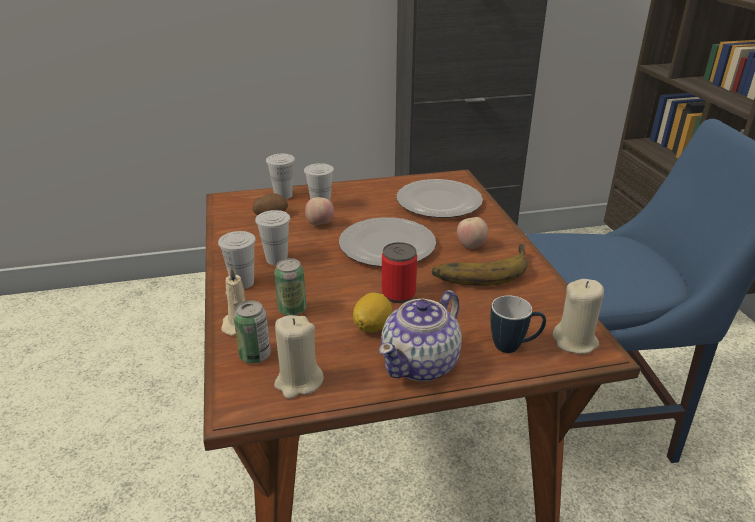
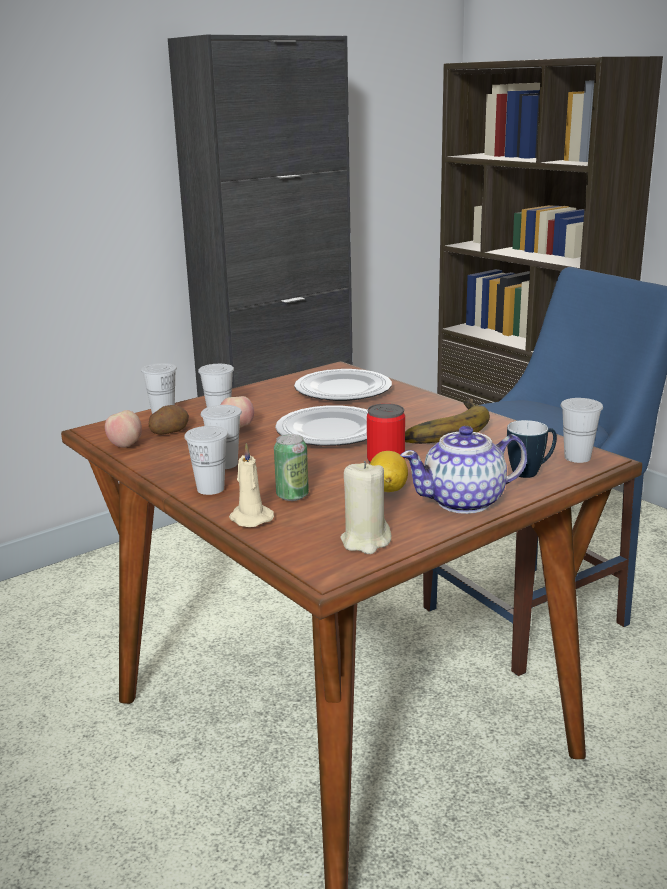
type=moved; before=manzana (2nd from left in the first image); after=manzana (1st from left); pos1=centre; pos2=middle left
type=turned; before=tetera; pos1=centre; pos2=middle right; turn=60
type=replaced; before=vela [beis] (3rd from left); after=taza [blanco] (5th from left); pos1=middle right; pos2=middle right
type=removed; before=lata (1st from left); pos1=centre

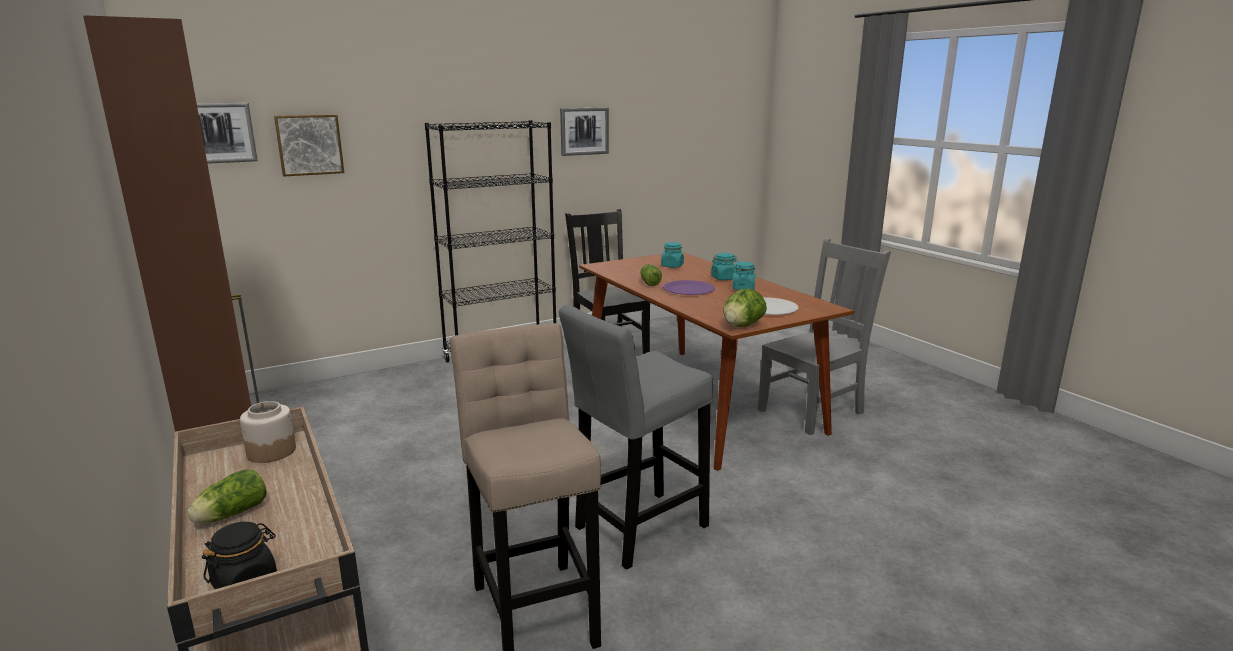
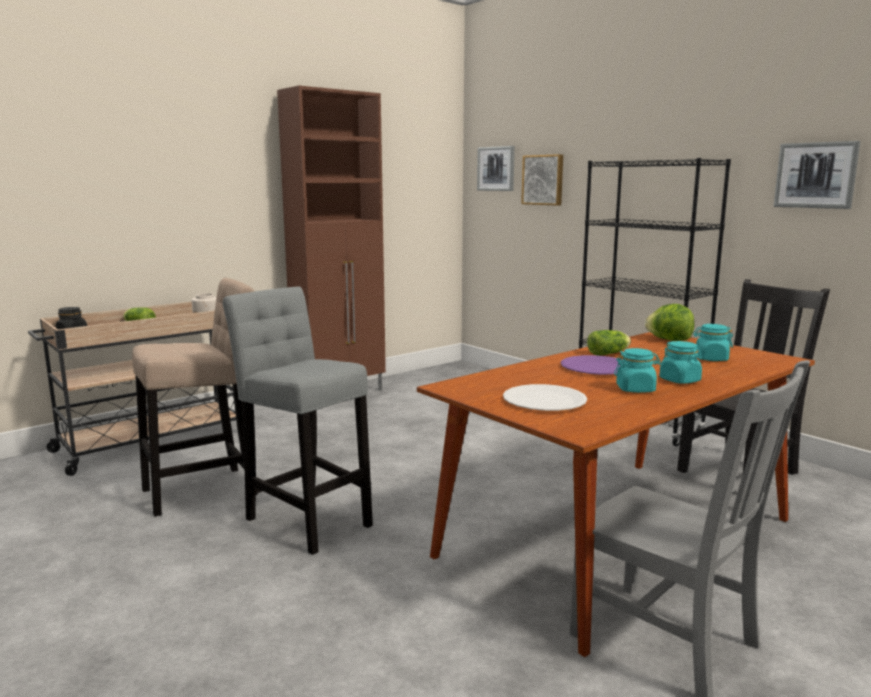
type=moved; before=lechuga (3rd from left); pos1=centre; pos2=middle right

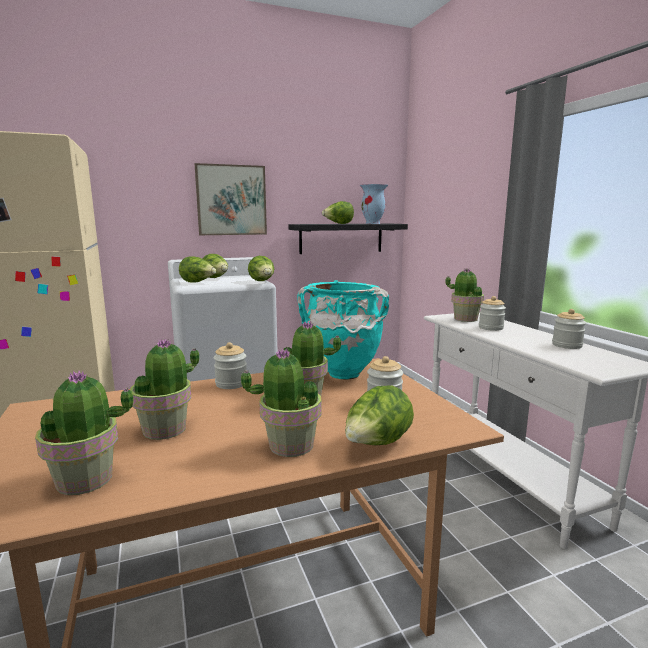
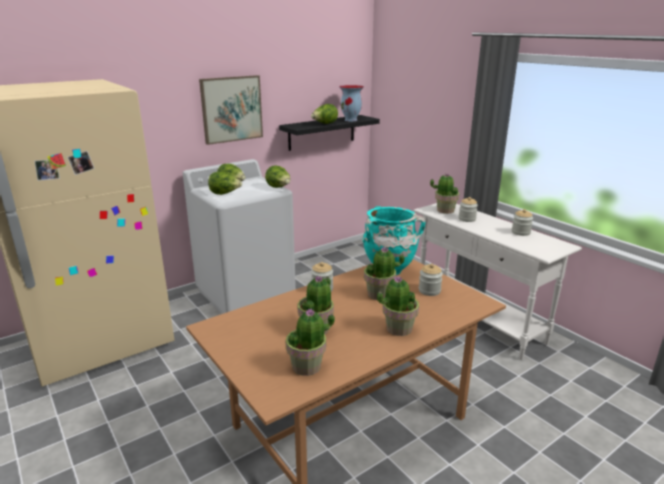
type=removed; before=lechuga (5th from left); pos1=centre

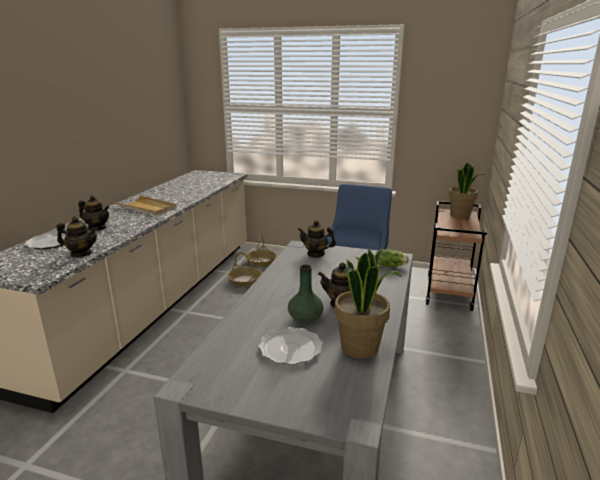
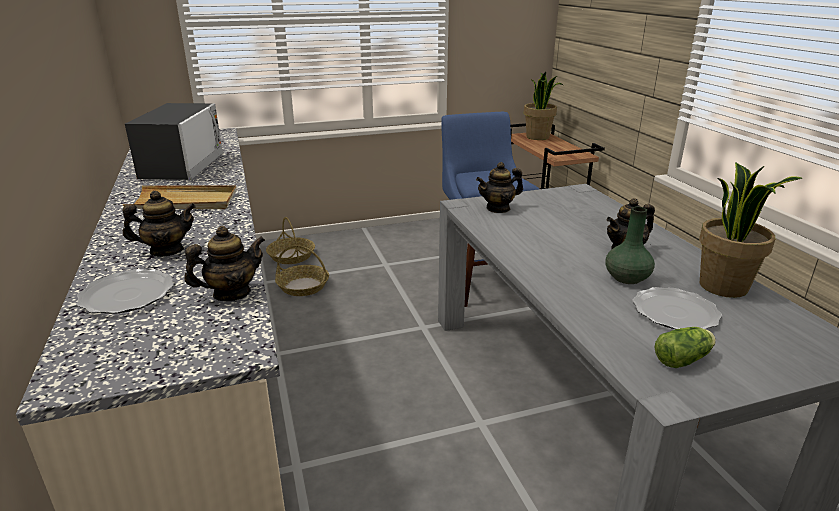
type=added; after=microondas; pos2=top left
type=moved; before=lechuga; pos1=centre; pos2=bottom right

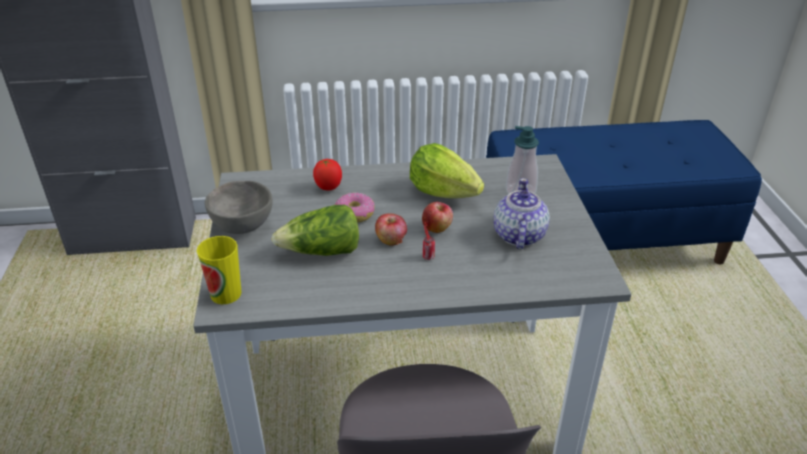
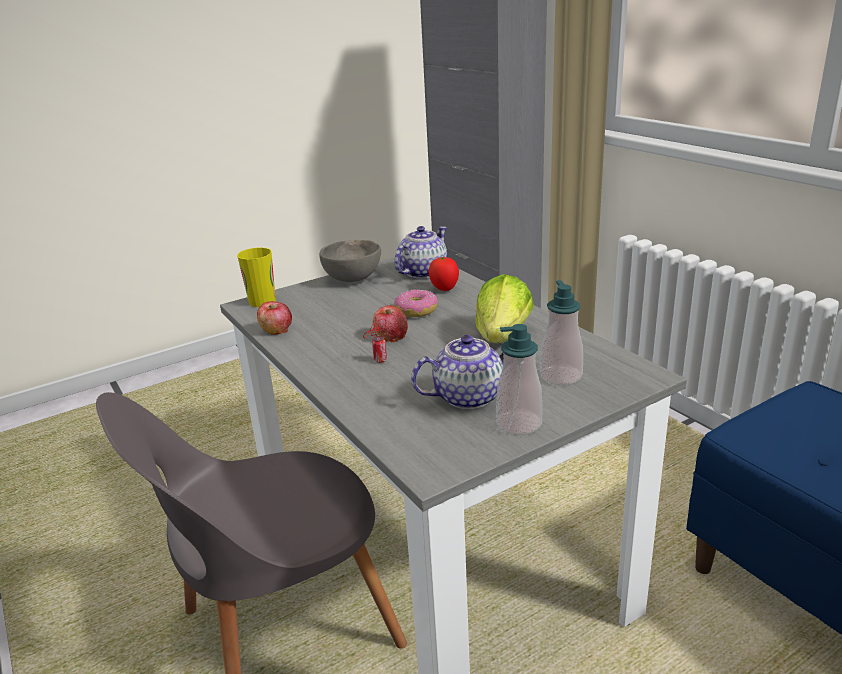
type=moved; before=manzana (2nd from left in the first image); after=manzana (1st from left); pos1=centre; pos2=middle left
type=added; after=tetera (1st from left); pos2=centre
type=added; after=dispensador de jabón (1st from left); pos2=centre
type=removed; before=lechuga (1st from left); pos1=centre

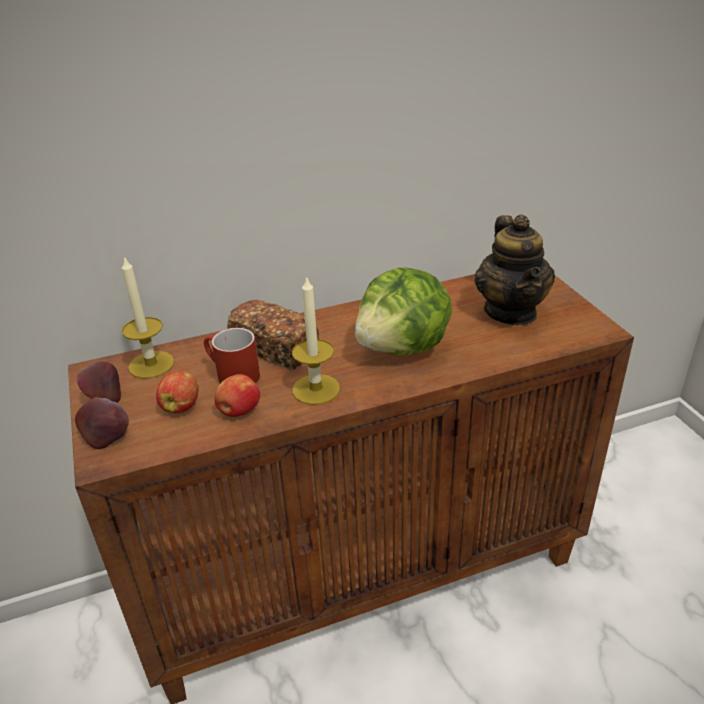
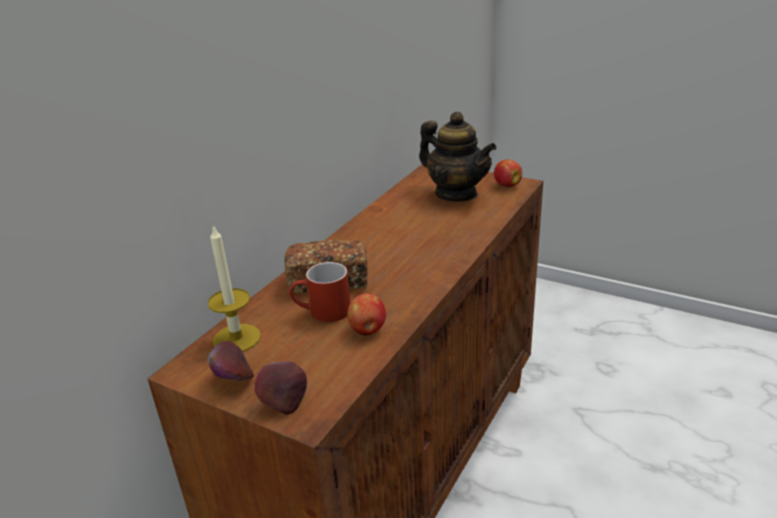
type=moved; before=manzana (3rd from left in the first image); after=manzana (4th from left); pos1=middle left; pos2=centre
type=removed; before=vela (2nd from left); pos1=centre
type=removed; before=lechuga; pos1=centre

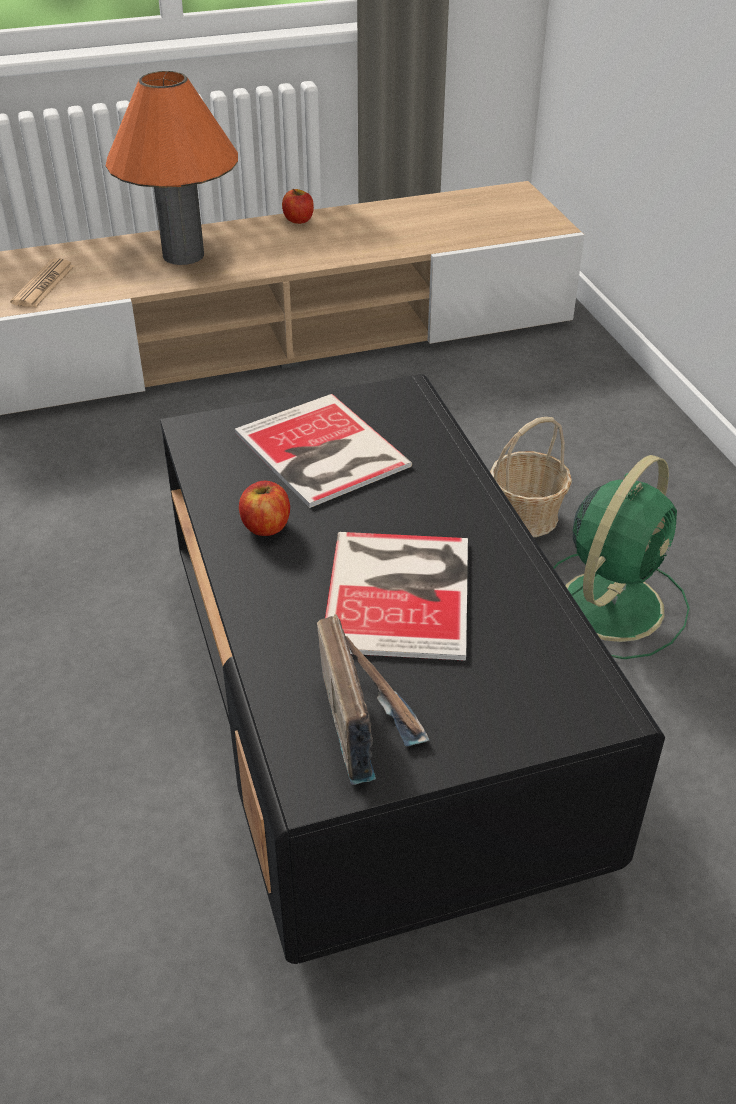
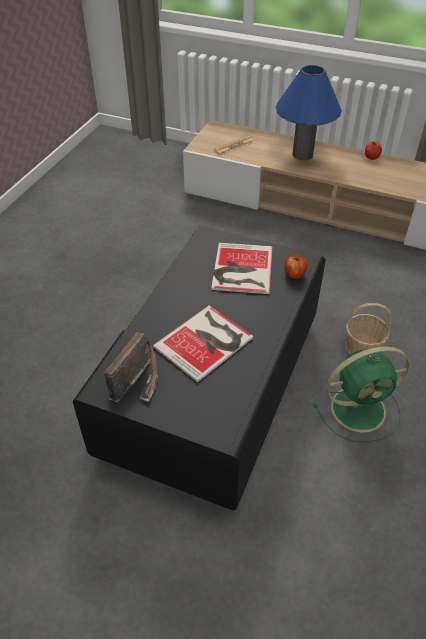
type=recoloured; before=lámpara de mesa [naranja]; after=lámpara de mesa [azul]; pos1=top left; pos2=top right
type=moved; before=manzana (1st from left); pos1=centre; pos2=middle right

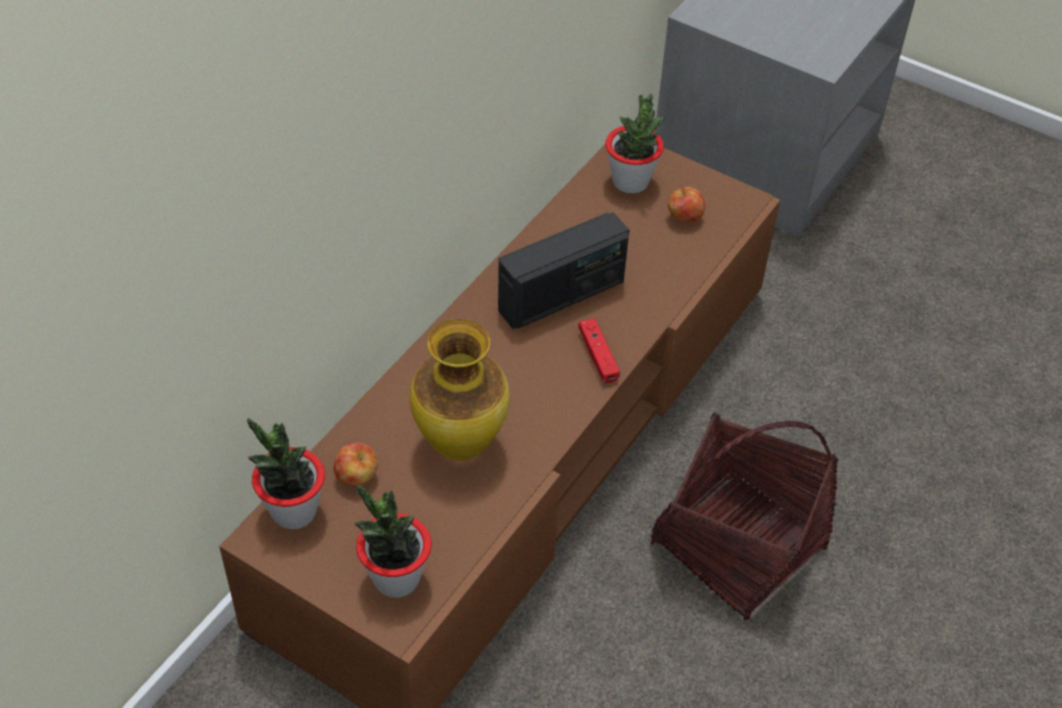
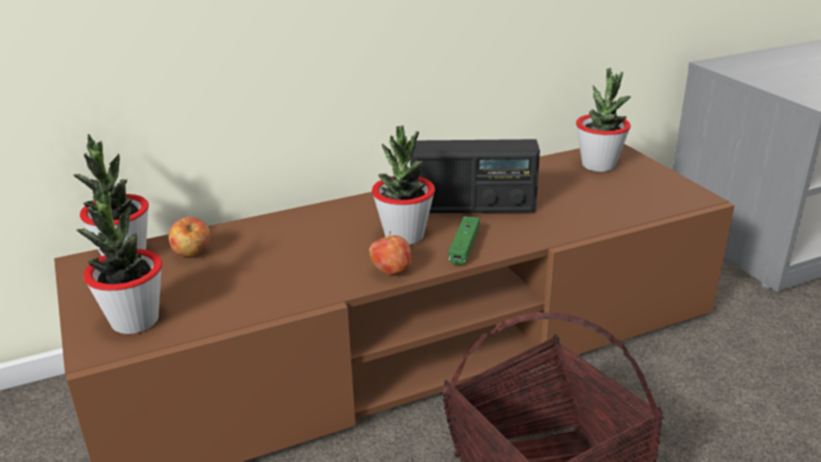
type=moved; before=manzana (2nd from left); pos1=top centre; pos2=centre
type=added; after=planta en maceta (3rd from left); pos2=centre
type=recoloured; before=mando de consola [rojo]; after=mando de consola [verde]; pos1=centre; pos2=centre
type=removed; before=florero; pos1=centre

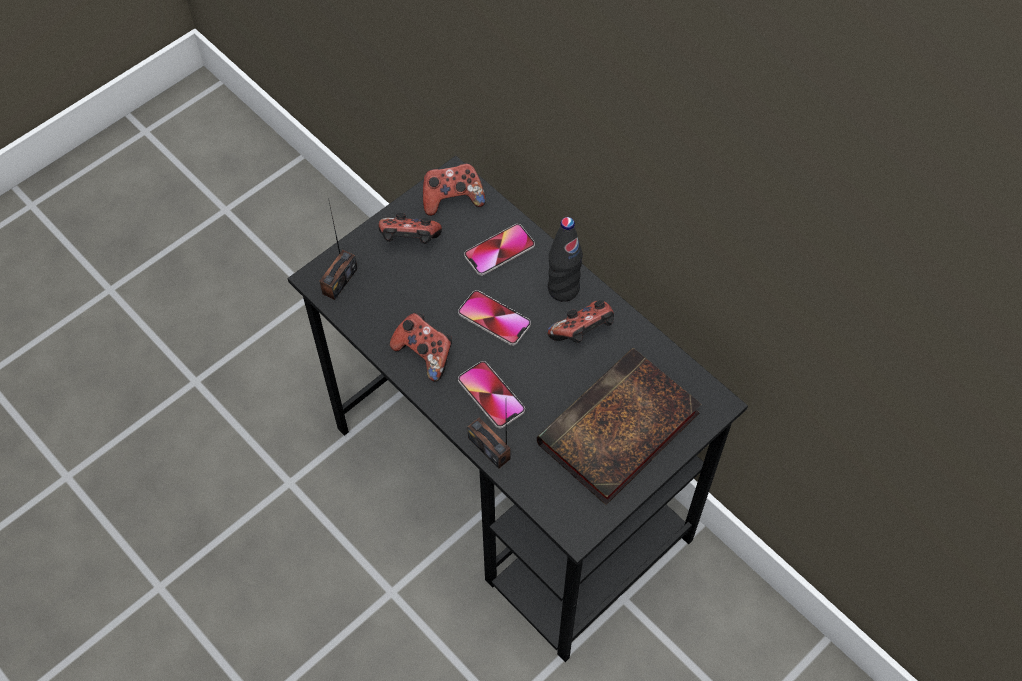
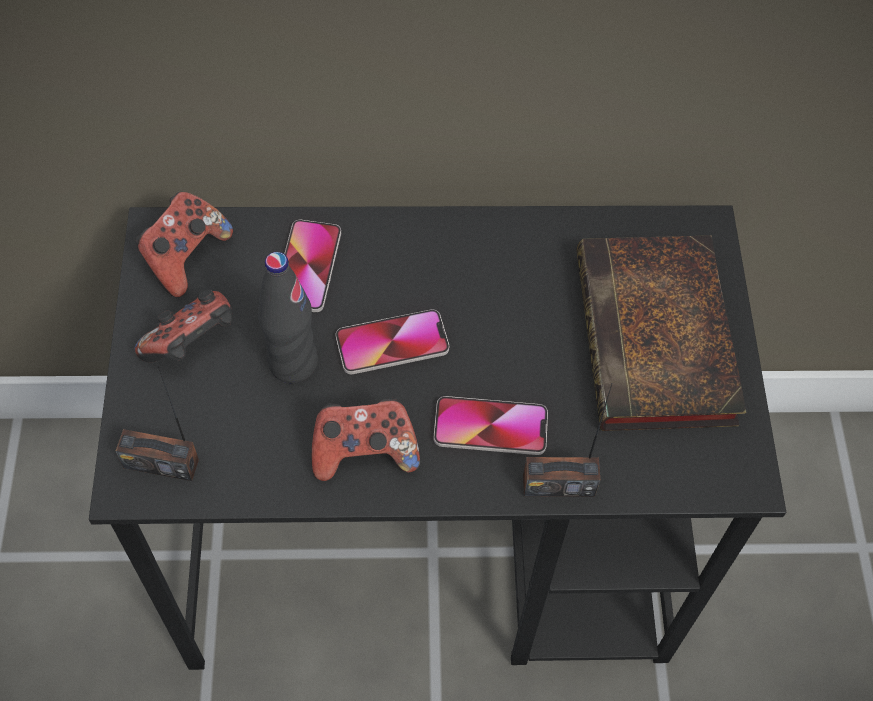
type=turned; before=radio (1st from left); pos1=middle left; pos2=middle left; turn=120
type=moved; before=botella [negro]; pos1=centre; pos2=middle left
type=removed; before=mando de consola (4th from left); pos1=centre

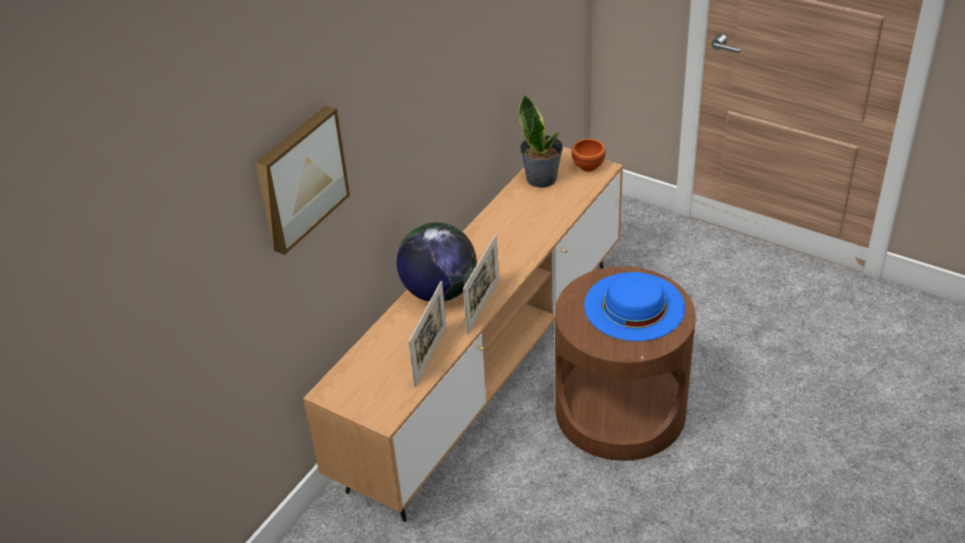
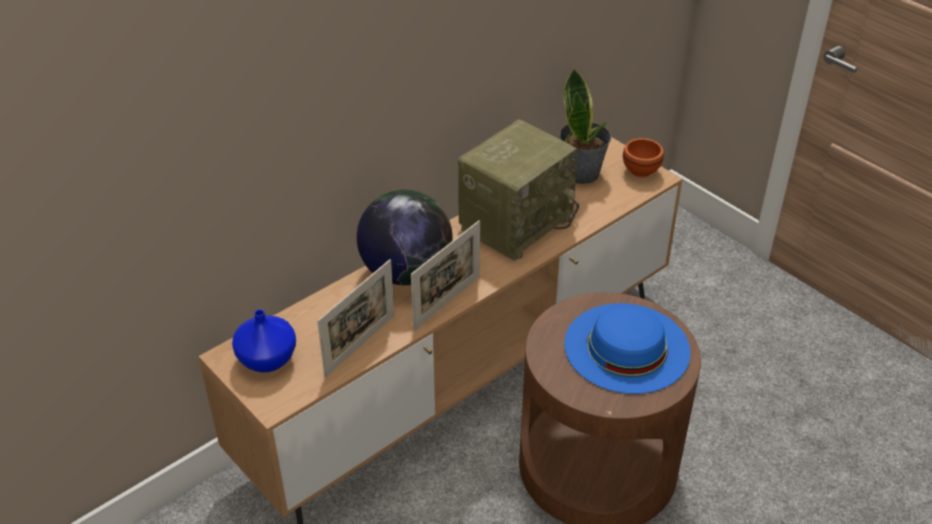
type=added; after=florero [azul]; pos2=middle left
type=added; after=radio; pos2=centre
type=removed; before=cuadro; pos1=top left

